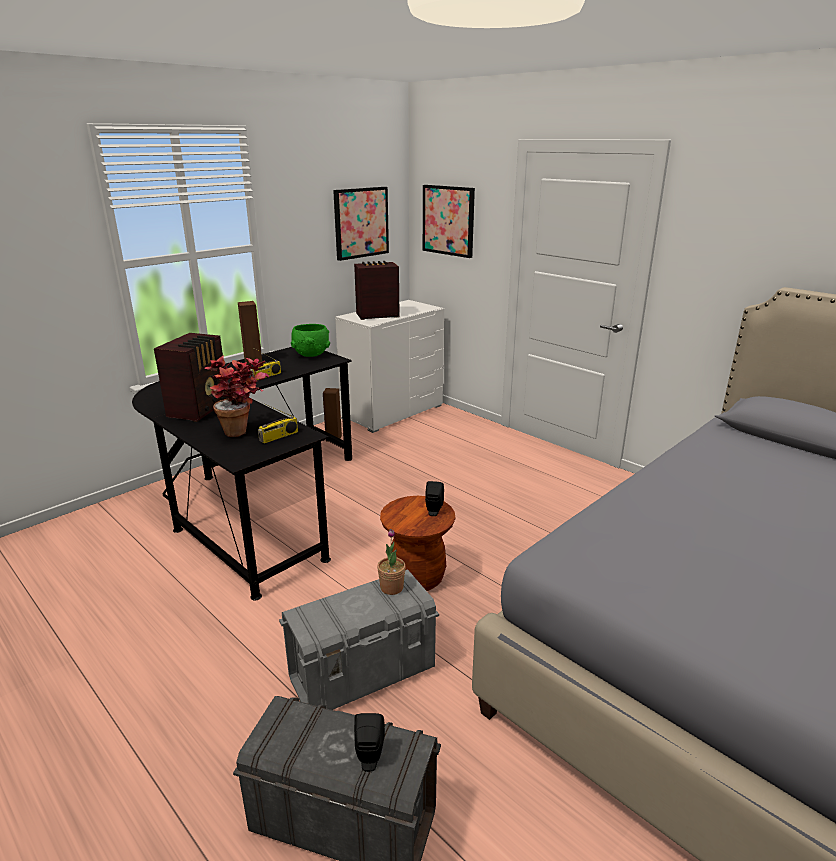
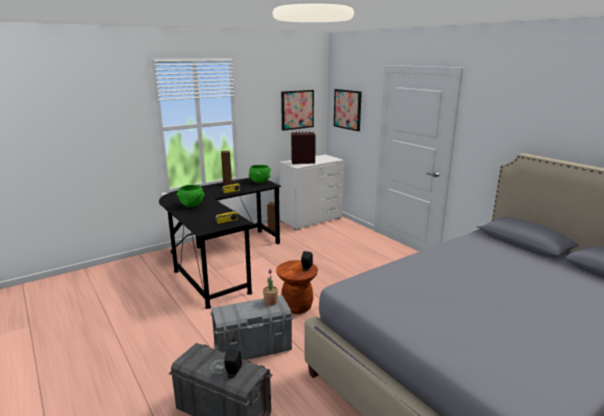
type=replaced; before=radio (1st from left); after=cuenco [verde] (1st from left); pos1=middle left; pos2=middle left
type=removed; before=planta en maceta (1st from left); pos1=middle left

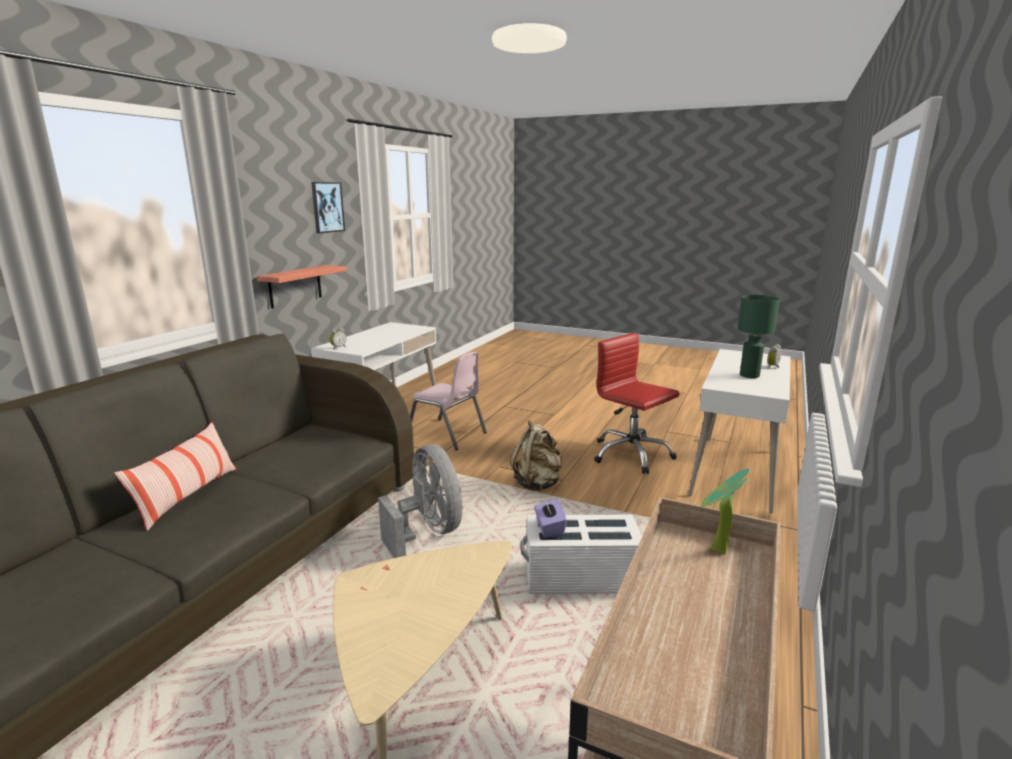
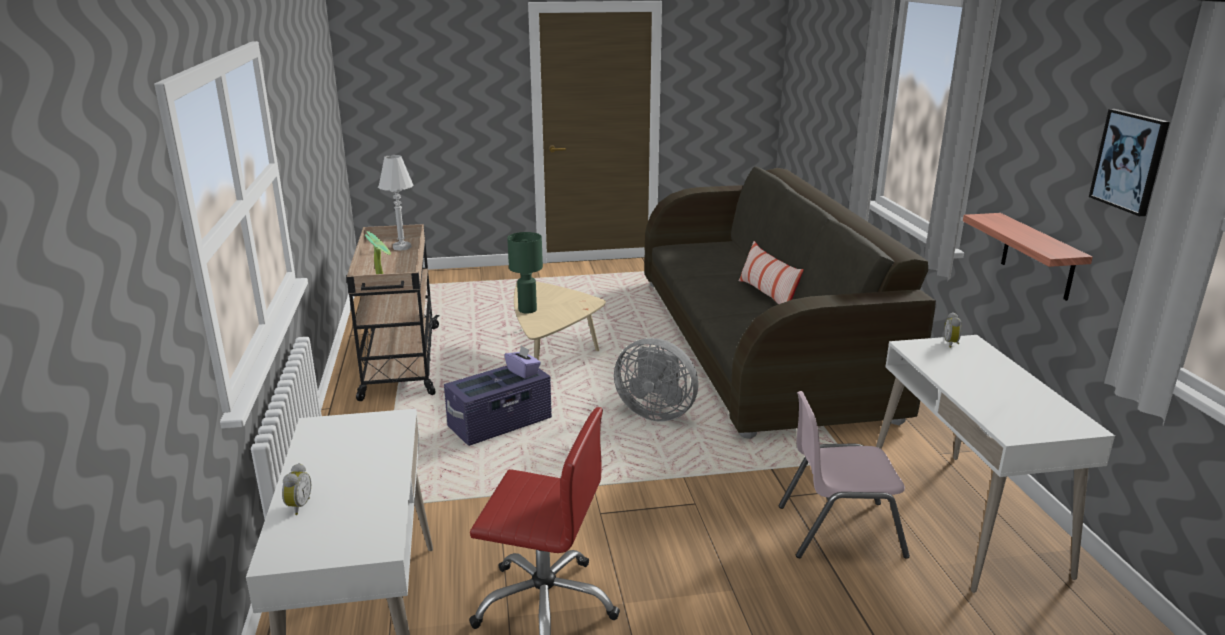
type=added; after=lámpara de mesa [blanco]; pos2=top left
type=recoloured; before=caja de almacenaje [blanco]; after=caja de almacenaje [morado]; pos1=bottom centre; pos2=centre
type=moved; before=lámpara de mesa [verde]; pos1=middle right; pos2=centre
type=removed; before=mochila [beis]; pos1=centre

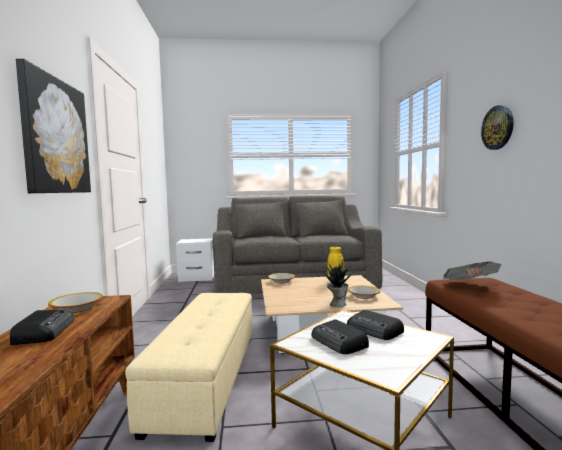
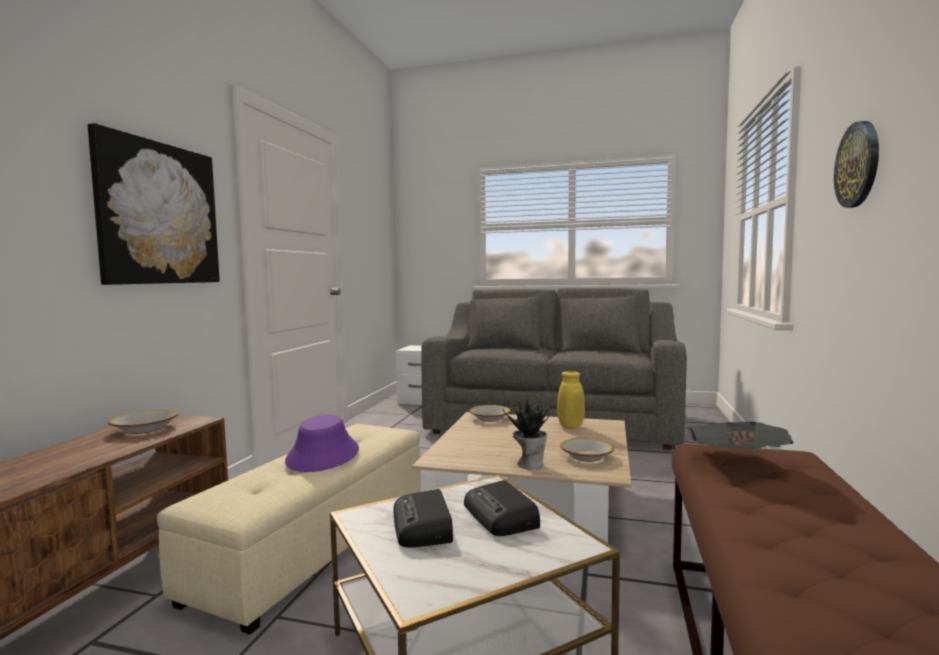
type=added; after=sombrero [morado]; pos2=bottom centre
type=removed; before=radio (1st from left); pos1=bottom left

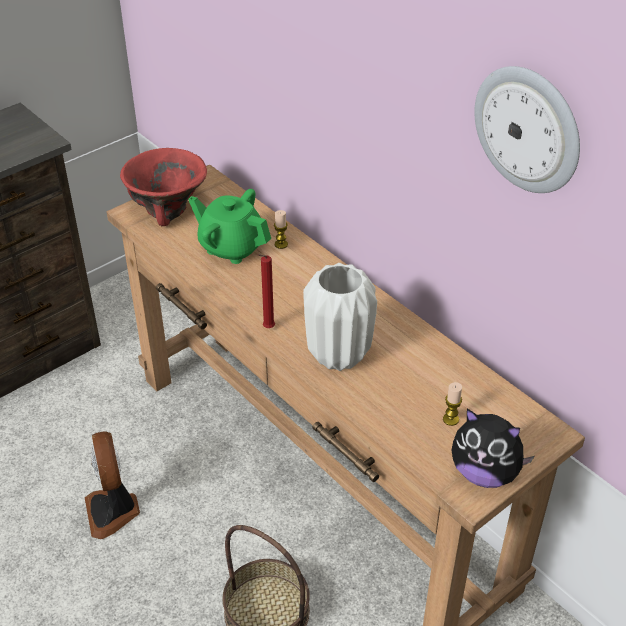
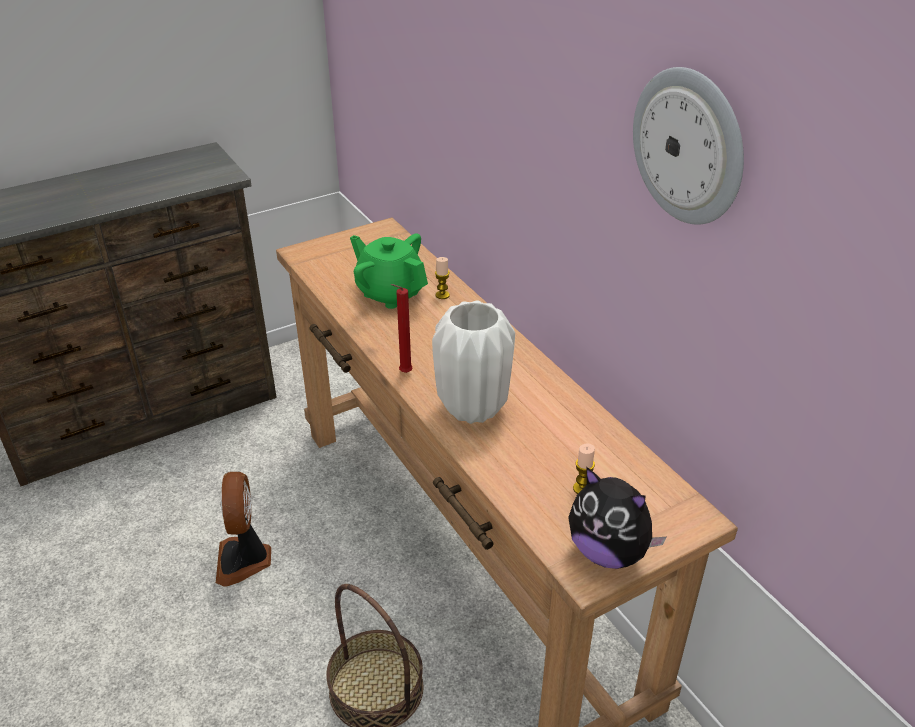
type=removed; before=cuenco [rojo]; pos1=top left

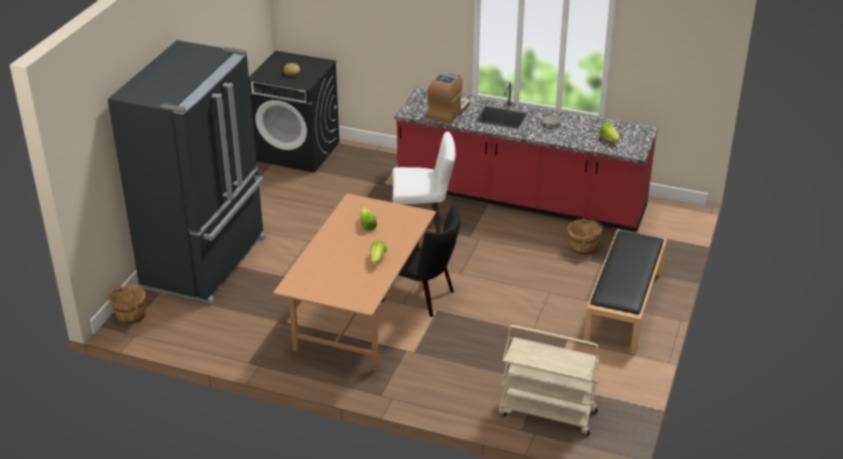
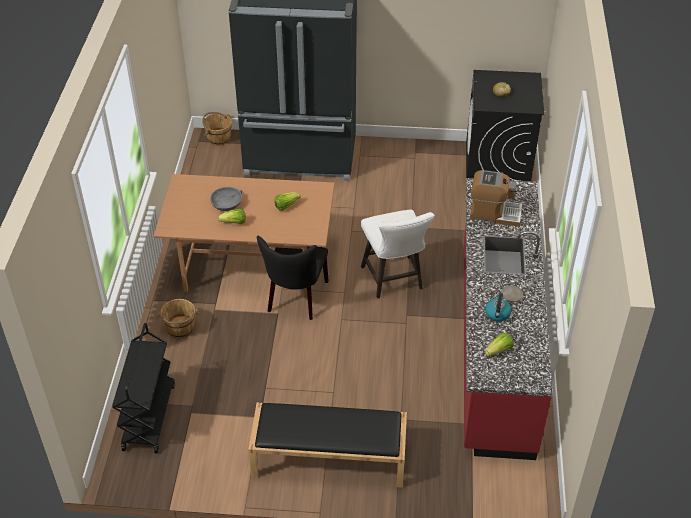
type=recoloured; before=carrito [beis]; after=carrito [negro]; pos1=bottom centre; pos2=bottom left
type=moved; before=cubo [marrón] (2nd from left in the first image); after=cubo [marrón] (1st from left); pos1=middle right; pos2=middle left
type=added; after=cuenco [gris]; pos2=middle left
type=added; after=hervidor; pos2=middle right

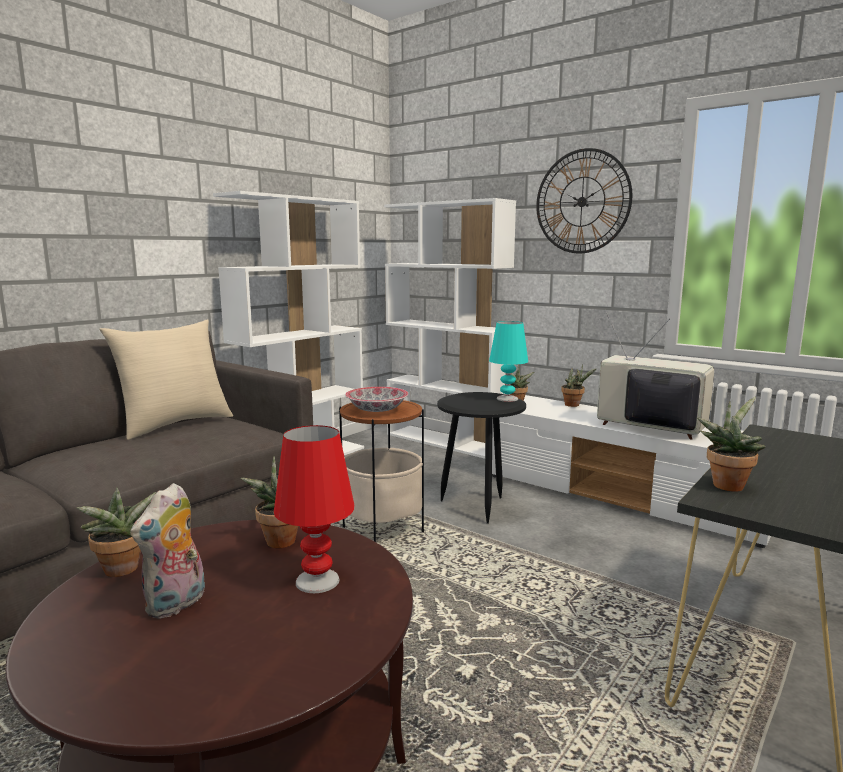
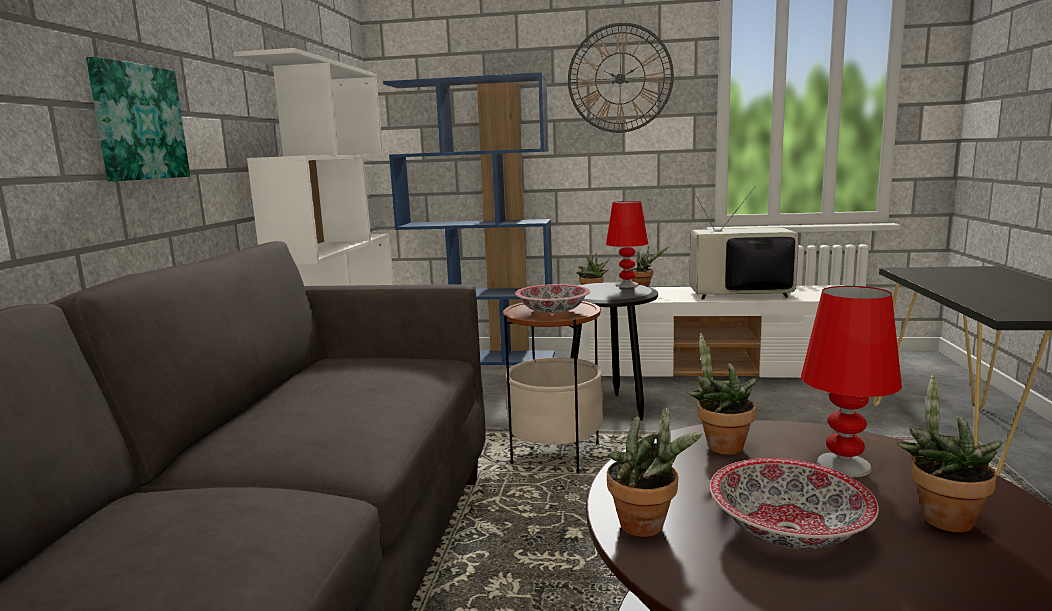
type=added; after=cuadro; pos2=top left
type=recoloured; before=estantería [blanco] (2nd from left); after=estantería [azul]; pos1=centre; pos2=centre
type=recoloured; before=lámpara de mesa [turquesa]; after=lámpara de mesa [rojo] (1st from left); pos1=centre; pos2=centre
type=replaced; before=peluche; after=cuenco (2nd from left); pos1=bottom left; pos2=bottom right
type=moved; before=planta en maceta (5th from left); pos1=middle right; pos2=bottom right
type=removed; before=cojín [beis]; pos1=middle left

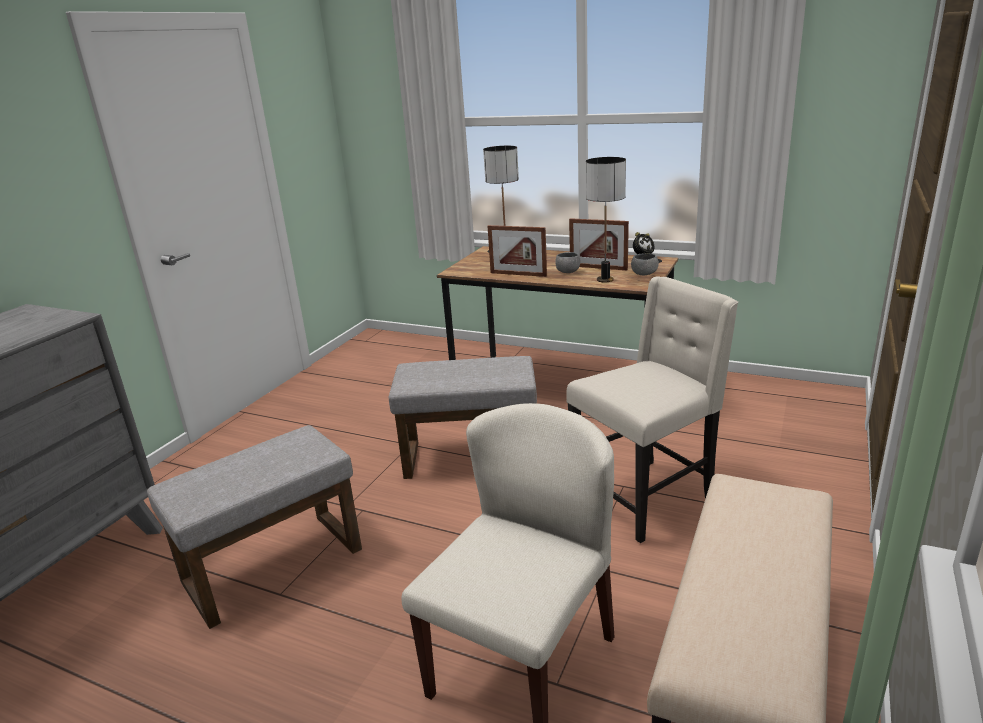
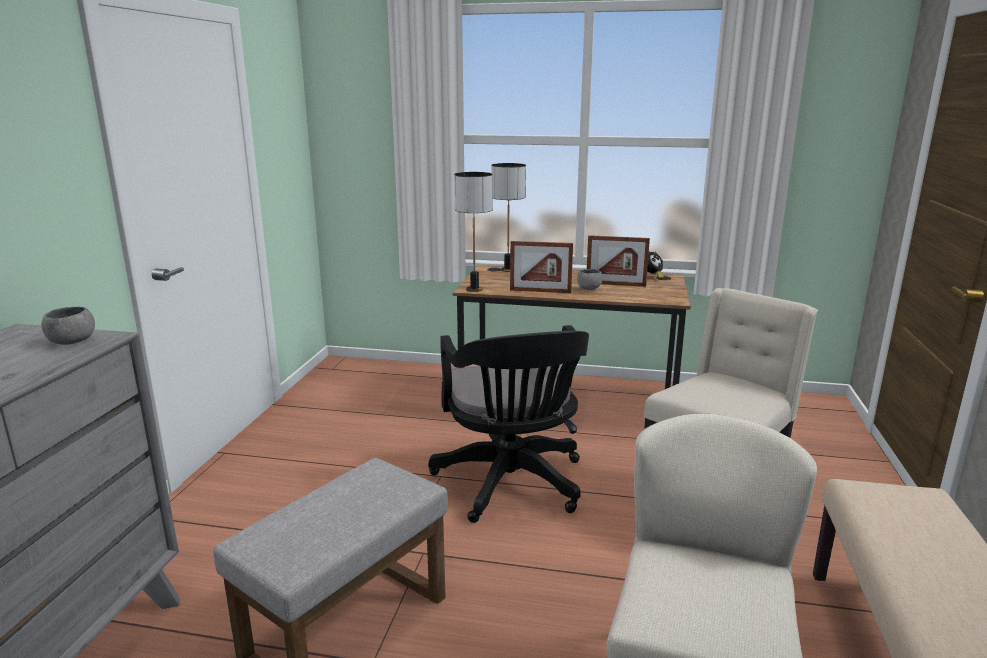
type=moved; before=cuenco [gris] (2nd from left in the first image); after=cuenco [gris] (1st from left); pos1=centre; pos2=middle left
type=replaced; before=puf [gris] (2nd from left); after=silla de oficina [negro]; pos1=centre; pos2=centre
type=moved; before=lámpara de mesa (2nd from left in the first image); after=lámpara de mesa (1st from left); pos1=top centre; pos2=centre

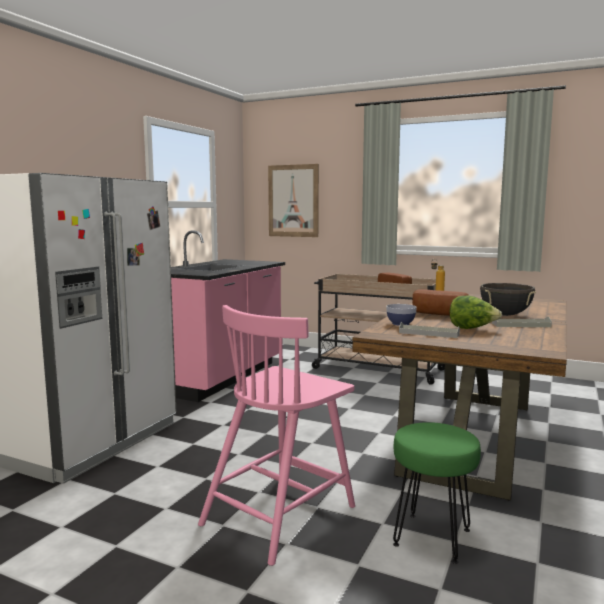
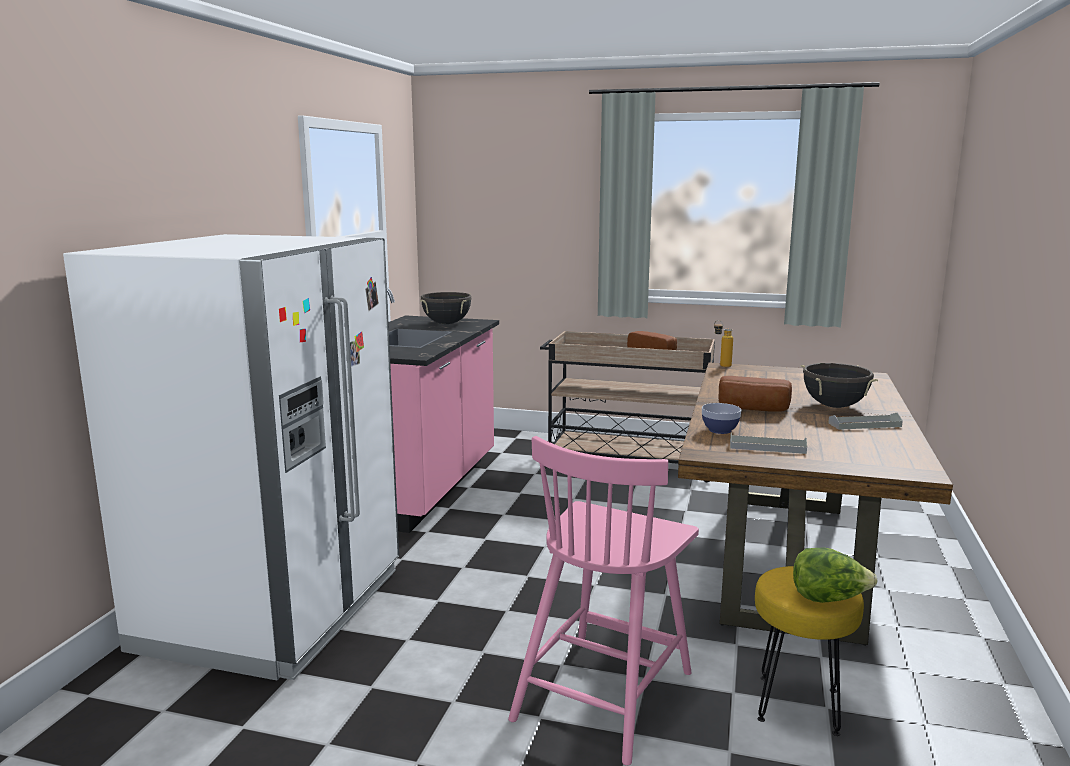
type=added; after=olla [negro] (1st from left); pos2=centre
type=recoloured; before=taburete [verde]; after=taburete [amarillo]; pos1=bottom right; pos2=bottom right
type=moved; before=lechuga; pos1=middle right; pos2=bottom right
type=removed; before=cuadro; pos1=top centre

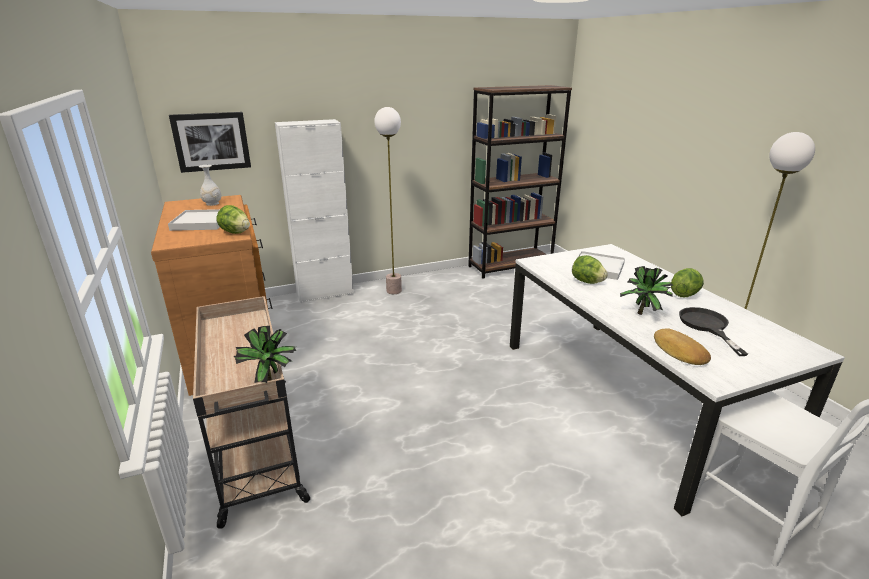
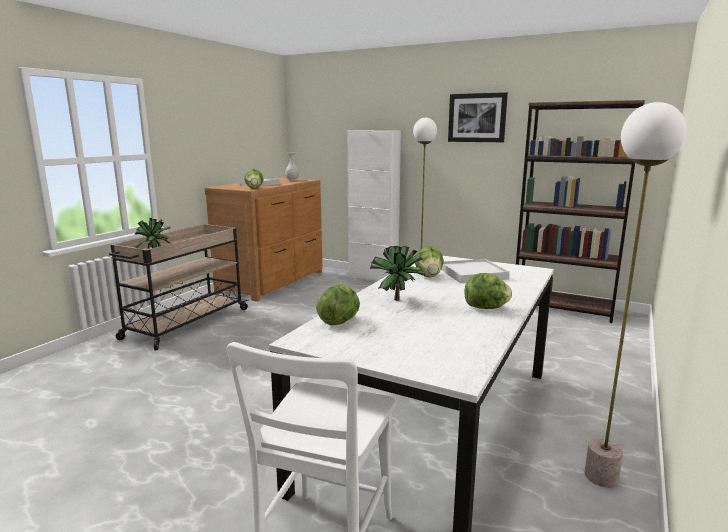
type=replaced; before=pan; after=lechuga (2nd from left); pos1=middle right; pos2=centre
type=moved; before=cuadro; pos1=top left; pos2=top centre
type=removed; before=sartén [negro]; pos1=middle right

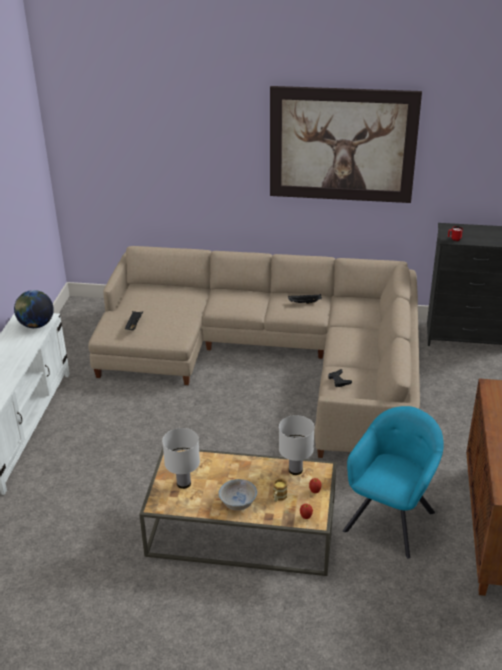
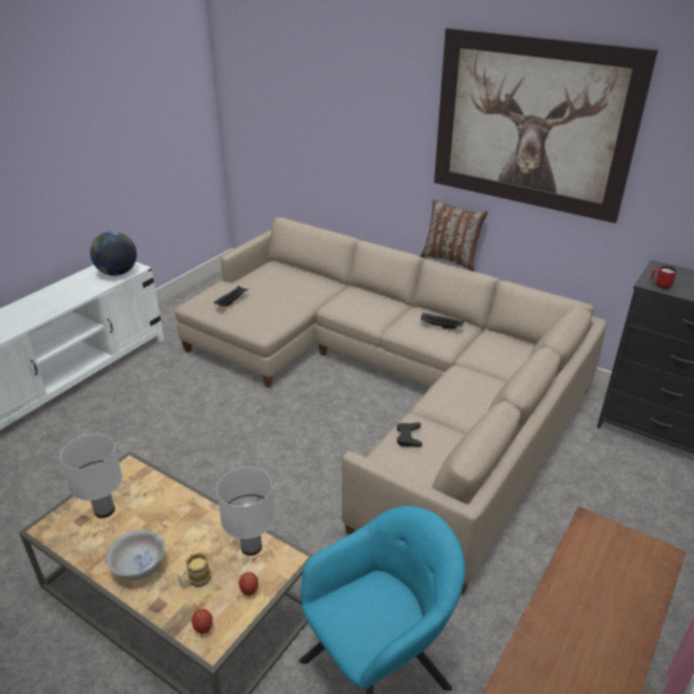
type=added; after=cojín [marrón]; pos2=centre

